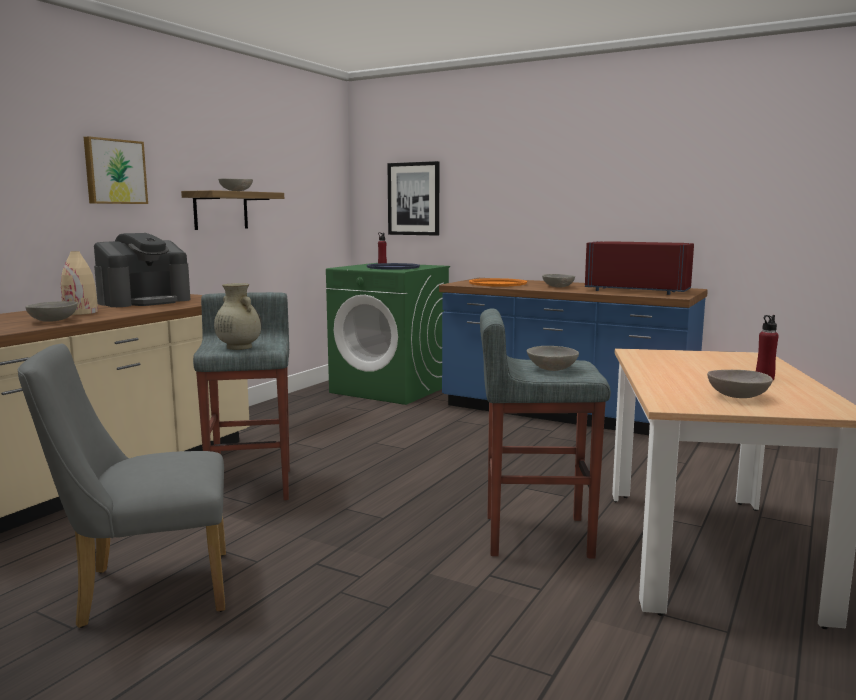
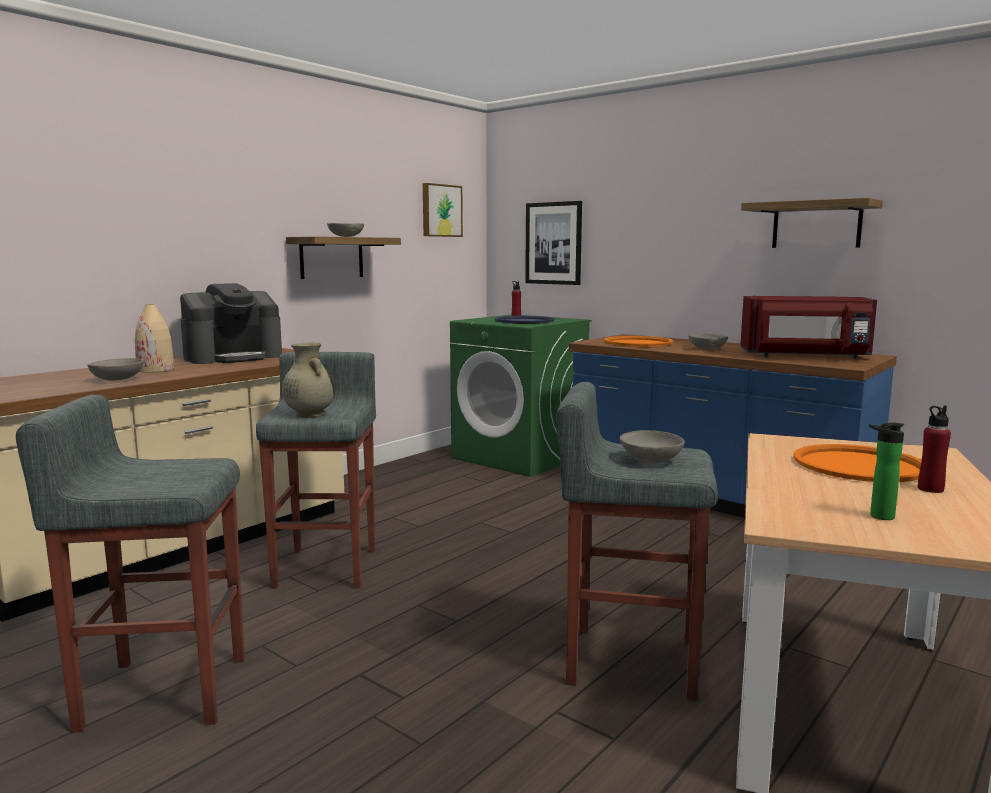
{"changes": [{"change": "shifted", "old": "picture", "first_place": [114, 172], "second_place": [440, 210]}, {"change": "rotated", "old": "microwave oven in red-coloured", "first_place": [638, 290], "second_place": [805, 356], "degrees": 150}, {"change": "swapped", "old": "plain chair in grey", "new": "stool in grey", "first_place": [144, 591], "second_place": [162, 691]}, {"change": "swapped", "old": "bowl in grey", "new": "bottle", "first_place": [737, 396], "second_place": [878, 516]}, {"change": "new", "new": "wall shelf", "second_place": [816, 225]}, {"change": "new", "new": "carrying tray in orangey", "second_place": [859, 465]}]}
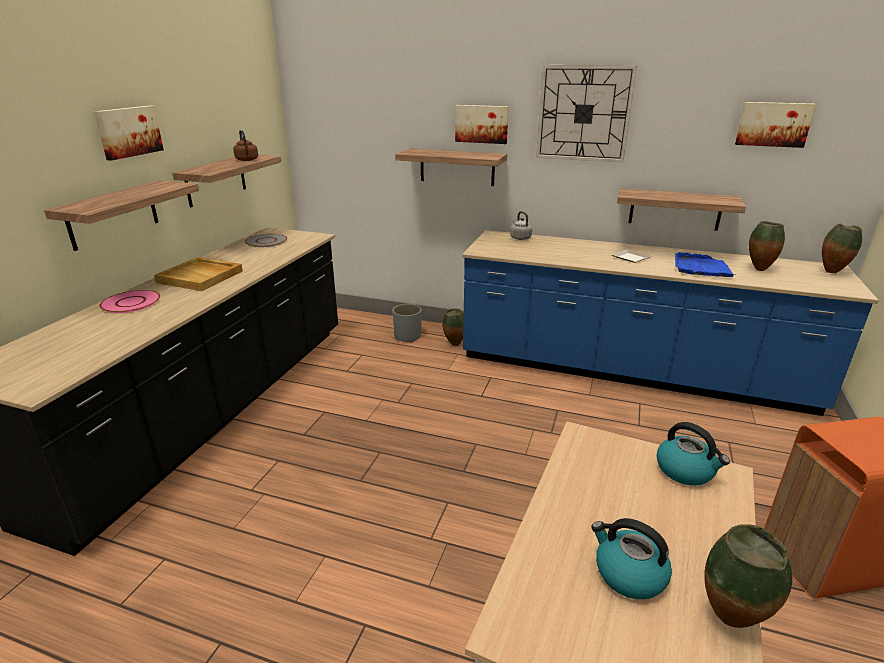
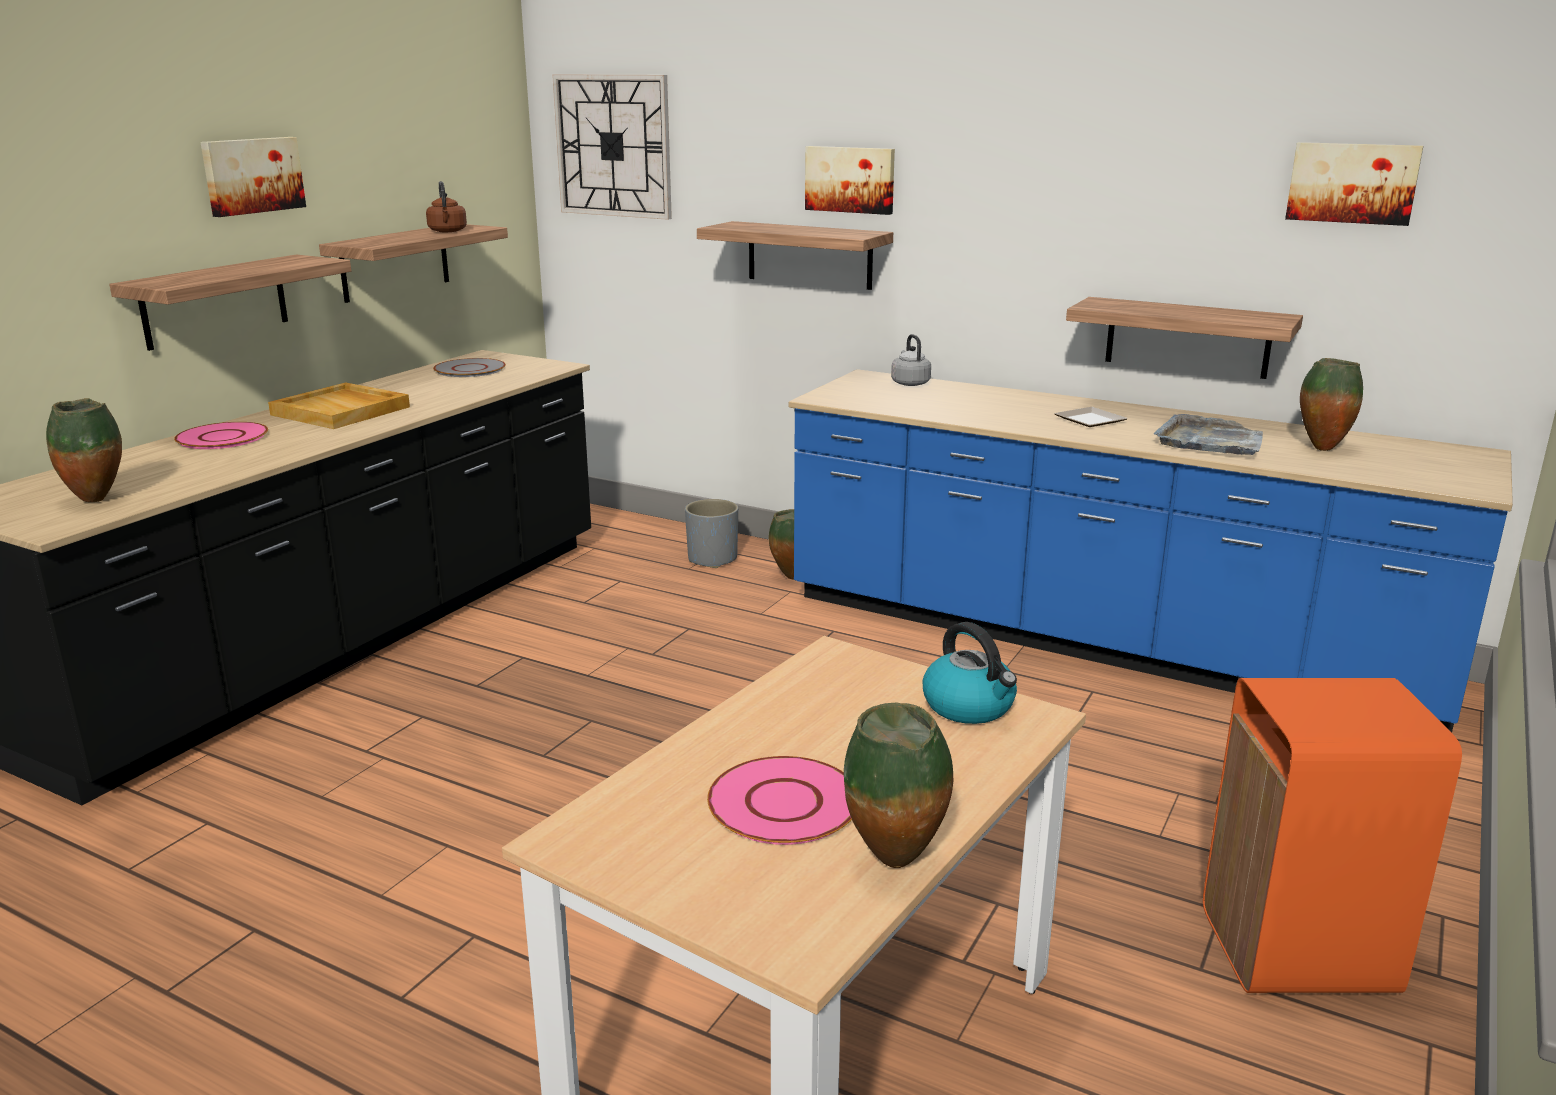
{"changes": [{"change": "shifted", "old": "hanging clock", "first_place": [583, 113], "second_place": [613, 146]}, {"change": "shifted", "old": "flower vase", "first_place": [832, 272], "second_place": [98, 500]}, {"change": "repainted", "old": "carrying tray in blue-coloured", "new": "carrying tray in grey", "first_place": [701, 268], "second_place": [1210, 441]}, {"change": "swapped", "old": "kettle", "new": "dinner plate in pink", "first_place": [628, 574], "second_place": [784, 804]}]}
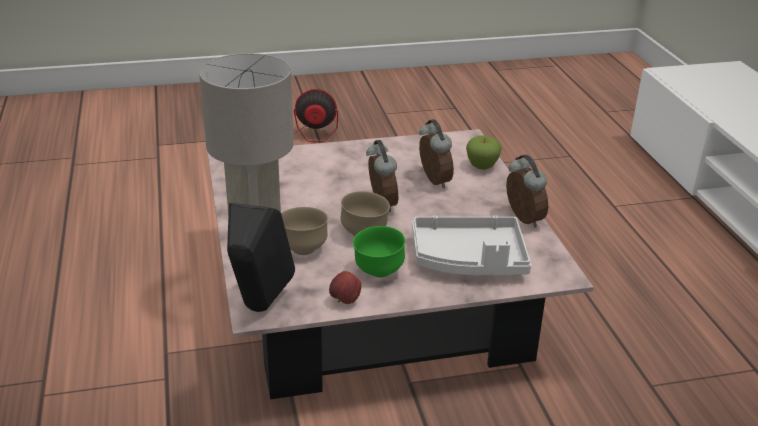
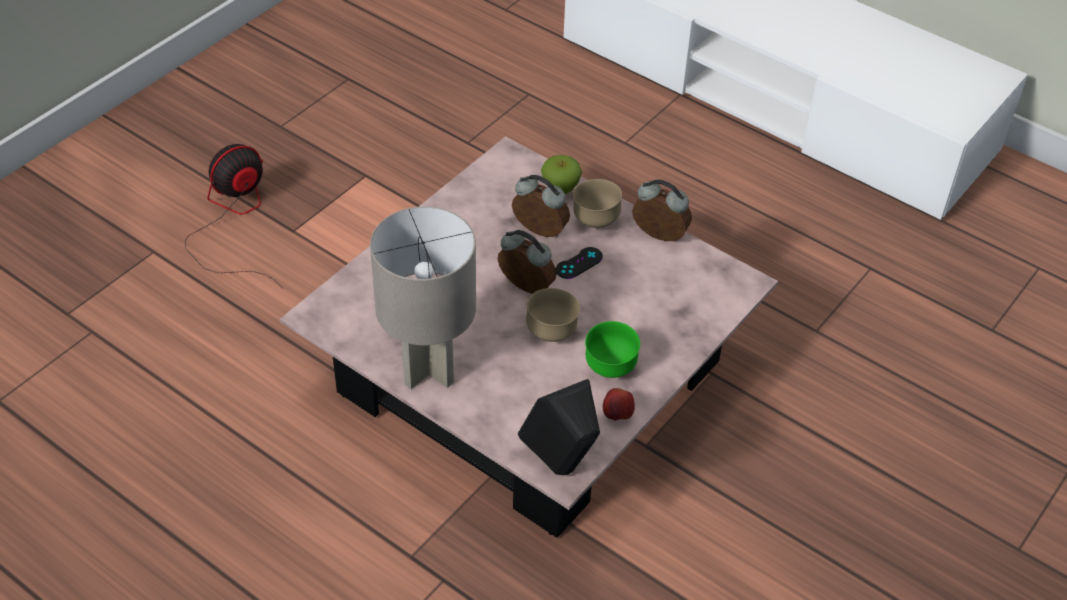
{"changes": [{"change": "shifted", "old": "bowl in brown", "first_place": [303, 249], "second_place": [595, 221]}, {"change": "gone", "old": "carrying tray in grey", "first_place": [469, 260]}, {"change": "new", "new": "gamepad in blackish", "second_place": [579, 263]}]}
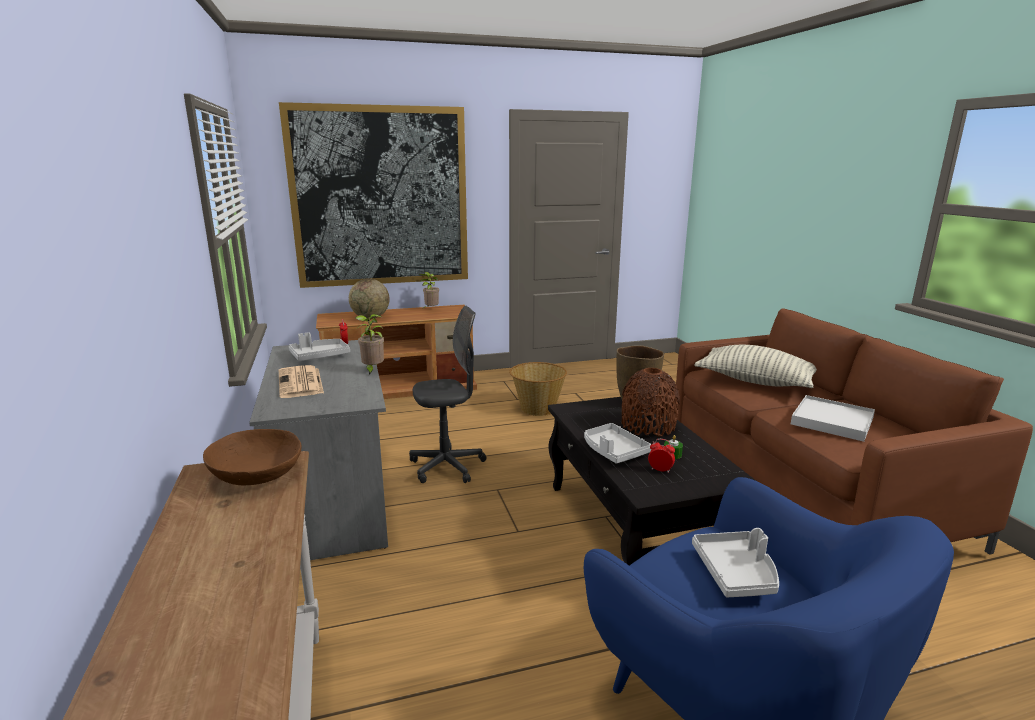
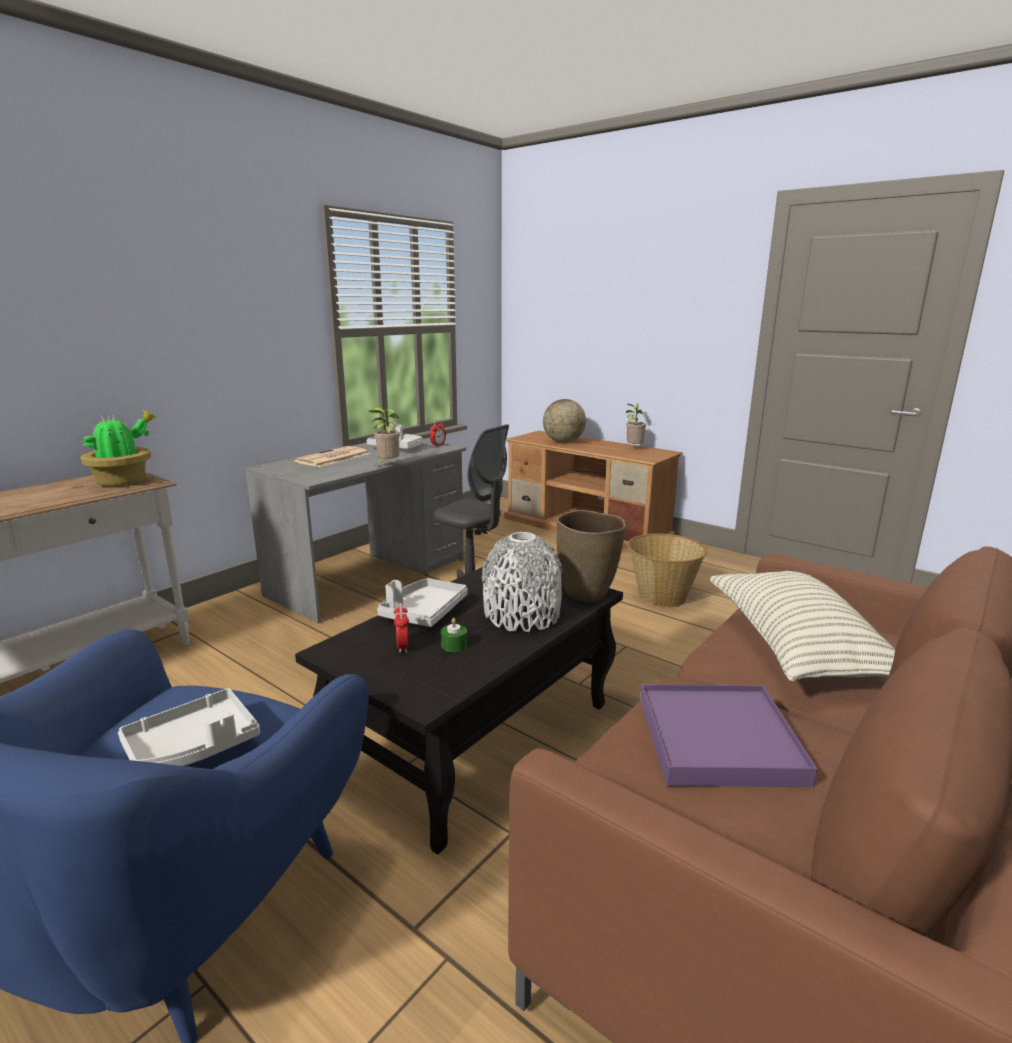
{"changes": [{"change": "gone", "old": "picture", "first_place": [380, 197]}, {"change": "repainted", "old": "flower vase in brown", "new": "flower vase in grey", "first_place": [648, 426], "second_place": [522, 615]}, {"change": "repainted", "old": "carrying tray in white-coloured", "new": "carrying tray in purple-coloured", "first_place": [831, 421], "second_place": [717, 739]}, {"change": "swapped", "old": "bowl in brown", "new": "houseplant", "first_place": [257, 474], "second_place": [124, 481]}]}
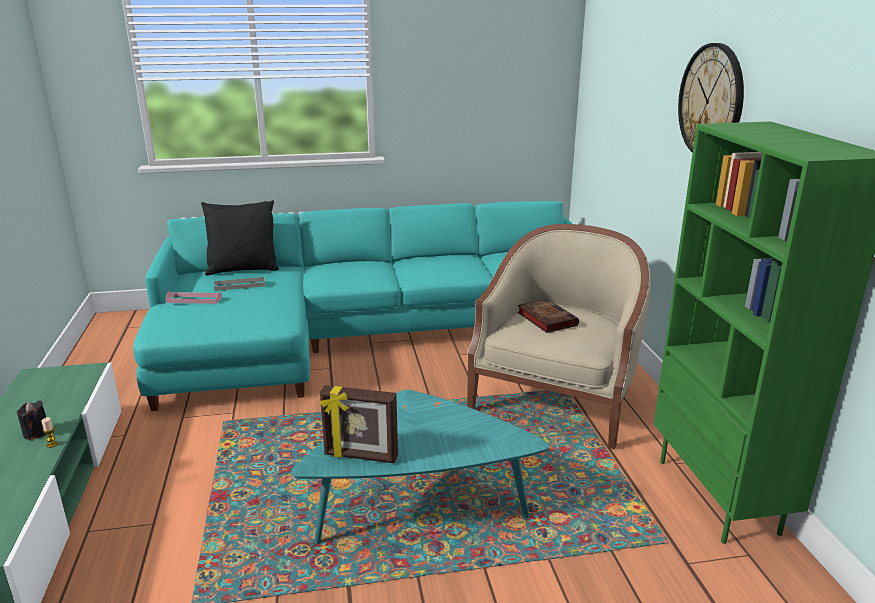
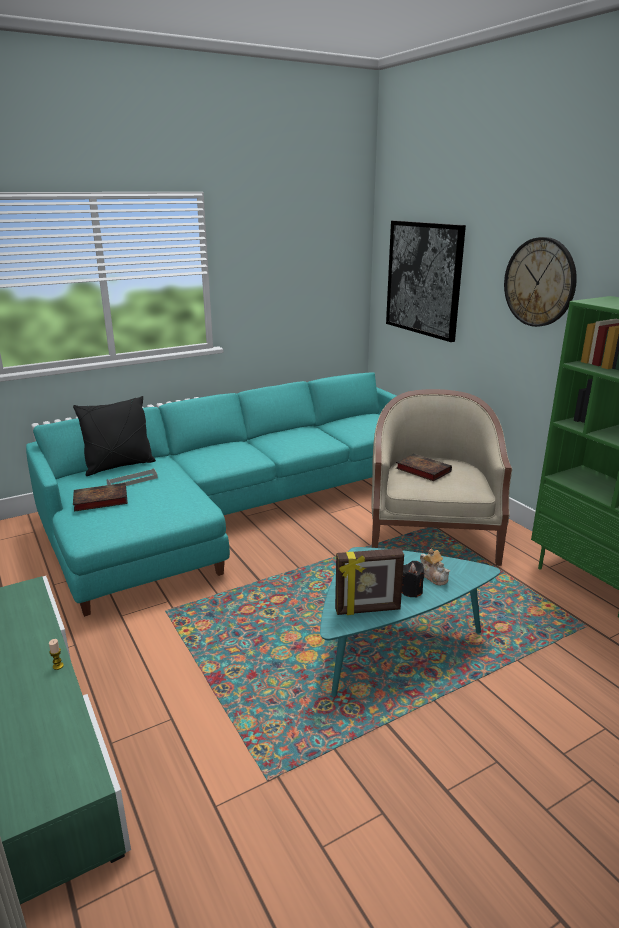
{"changes": [{"change": "swapped", "old": "carrying tray in pink", "new": "book", "first_place": [194, 300], "second_place": [99, 501]}, {"change": "shifted", "old": "wax candle in blackish", "first_place": [36, 433], "second_place": [411, 591]}, {"change": "new", "new": "picture", "second_place": [424, 279]}, {"change": "new", "new": "teapot", "second_place": [434, 577]}]}
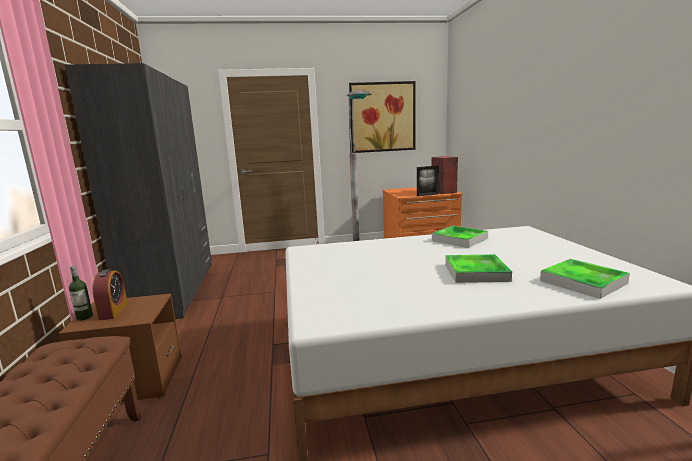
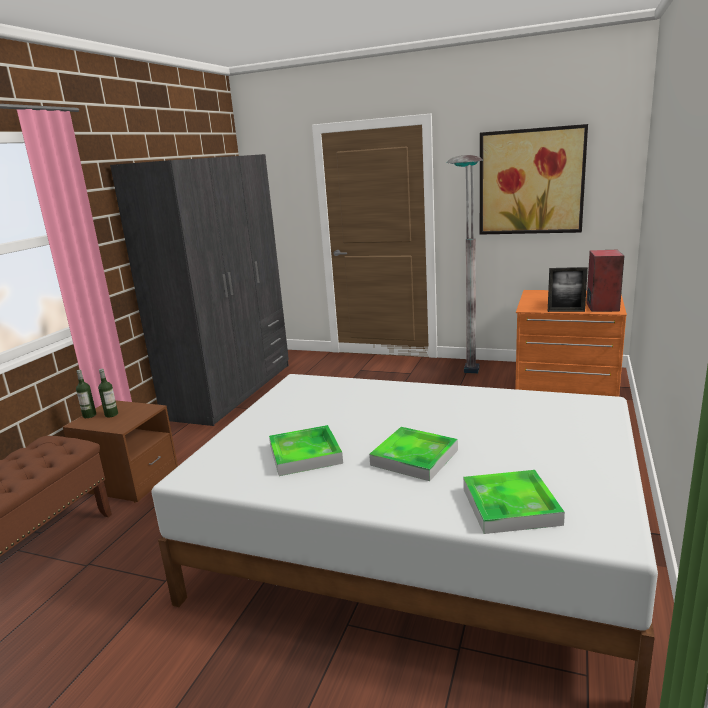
{"changes": [{"change": "shifted", "old": "carrying tray", "first_place": [459, 239], "second_place": [305, 454]}, {"change": "swapped", "old": "alarm clock", "new": "bottle", "first_place": [113, 311], "second_place": [111, 414]}]}
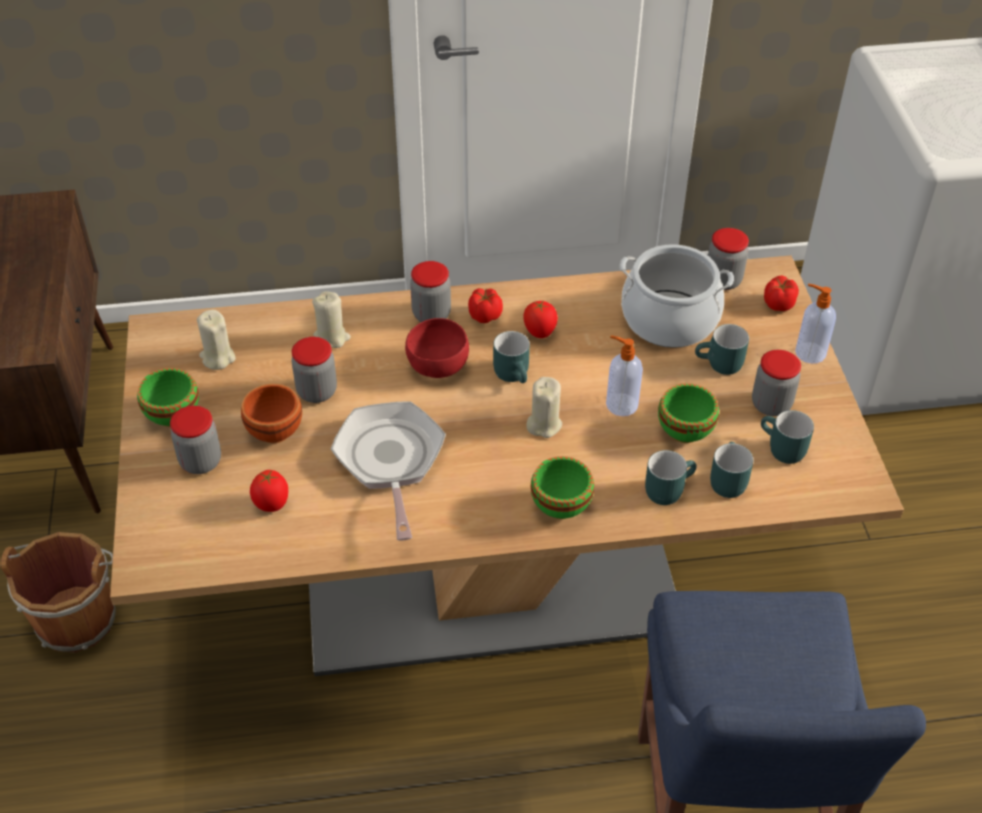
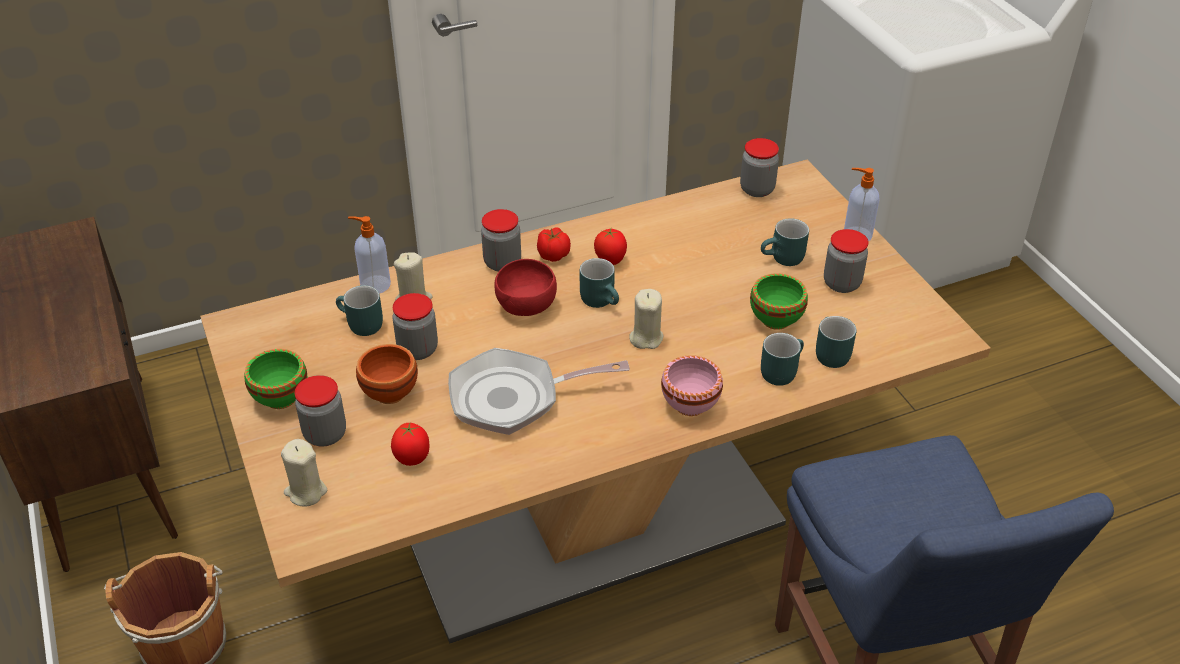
{"changes": [{"change": "gone", "old": "cooking pot", "first_place": [669, 319]}, {"change": "gone", "old": "tomato", "first_place": [778, 304]}, {"change": "shifted", "old": "wax candle in beige", "first_place": [217, 358], "second_place": [306, 492]}, {"change": "shifted", "old": "soap bottle", "first_place": [620, 404], "second_place": [374, 285]}, {"change": "rotated", "old": "frying pan", "first_place": [390, 461], "second_place": [514, 398], "degrees": -75}, {"change": "shifted", "old": "mug in turquoise", "first_place": [780, 450], "second_place": [359, 326]}, {"change": "repainted", "old": "bowl in greenish", "new": "bowl in pink", "first_place": [559, 507], "second_place": [689, 406]}]}
